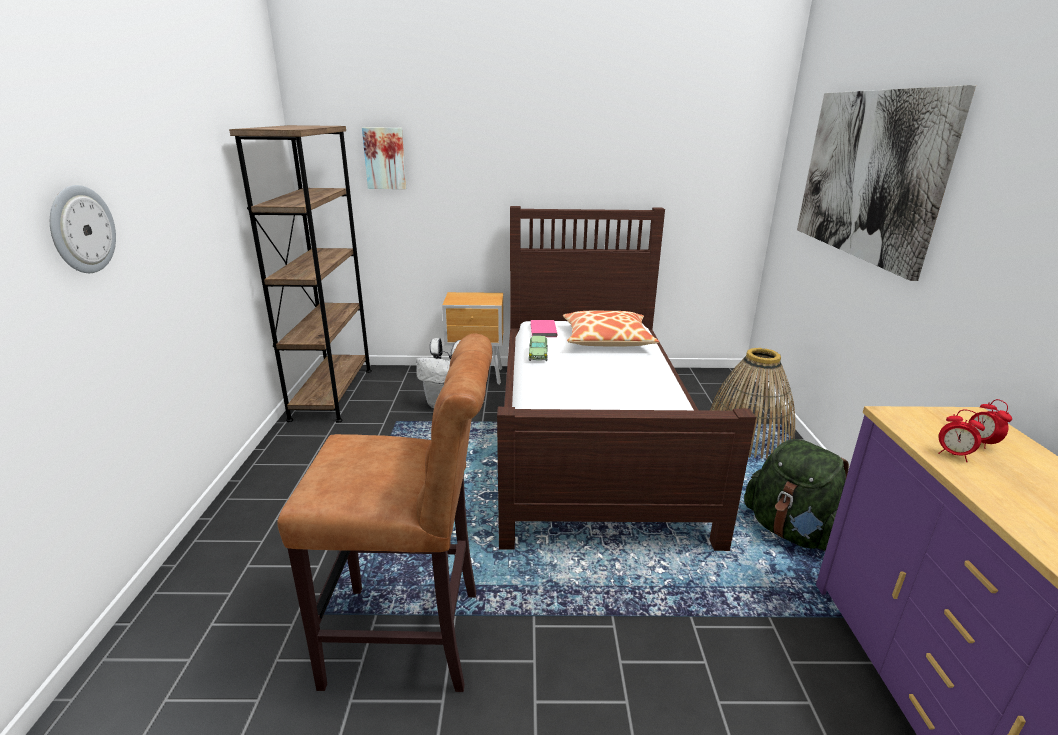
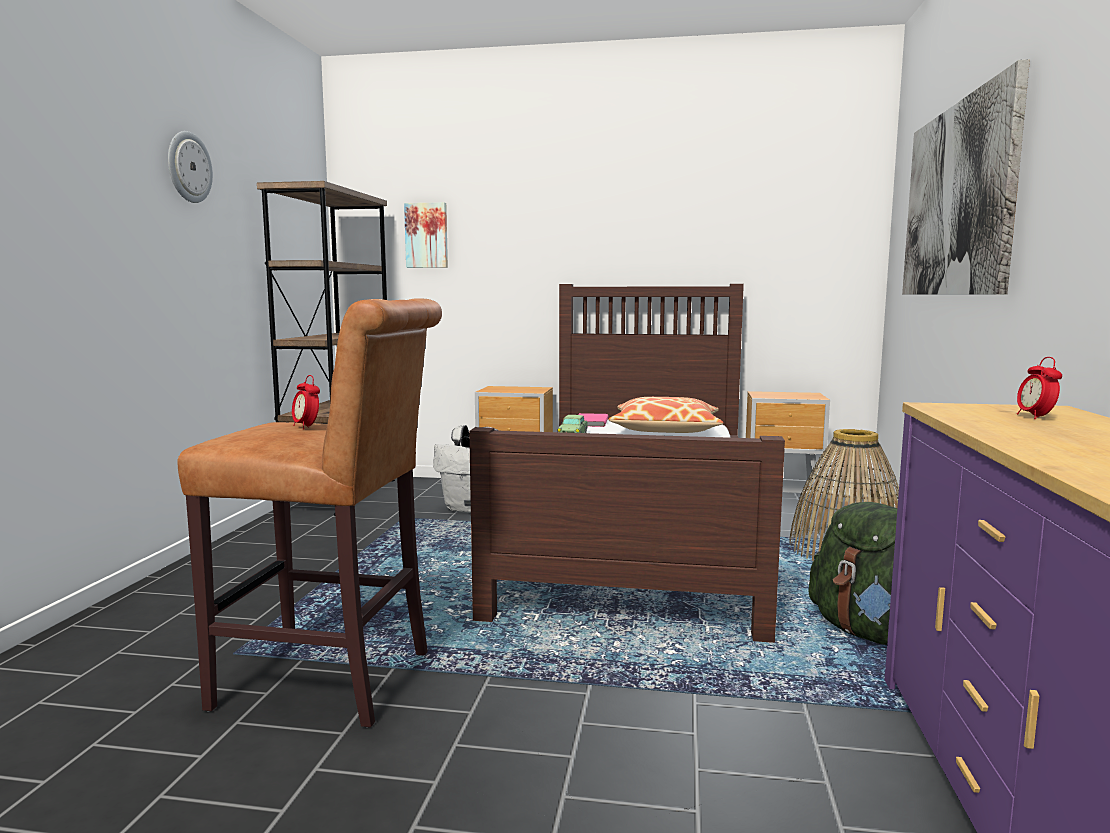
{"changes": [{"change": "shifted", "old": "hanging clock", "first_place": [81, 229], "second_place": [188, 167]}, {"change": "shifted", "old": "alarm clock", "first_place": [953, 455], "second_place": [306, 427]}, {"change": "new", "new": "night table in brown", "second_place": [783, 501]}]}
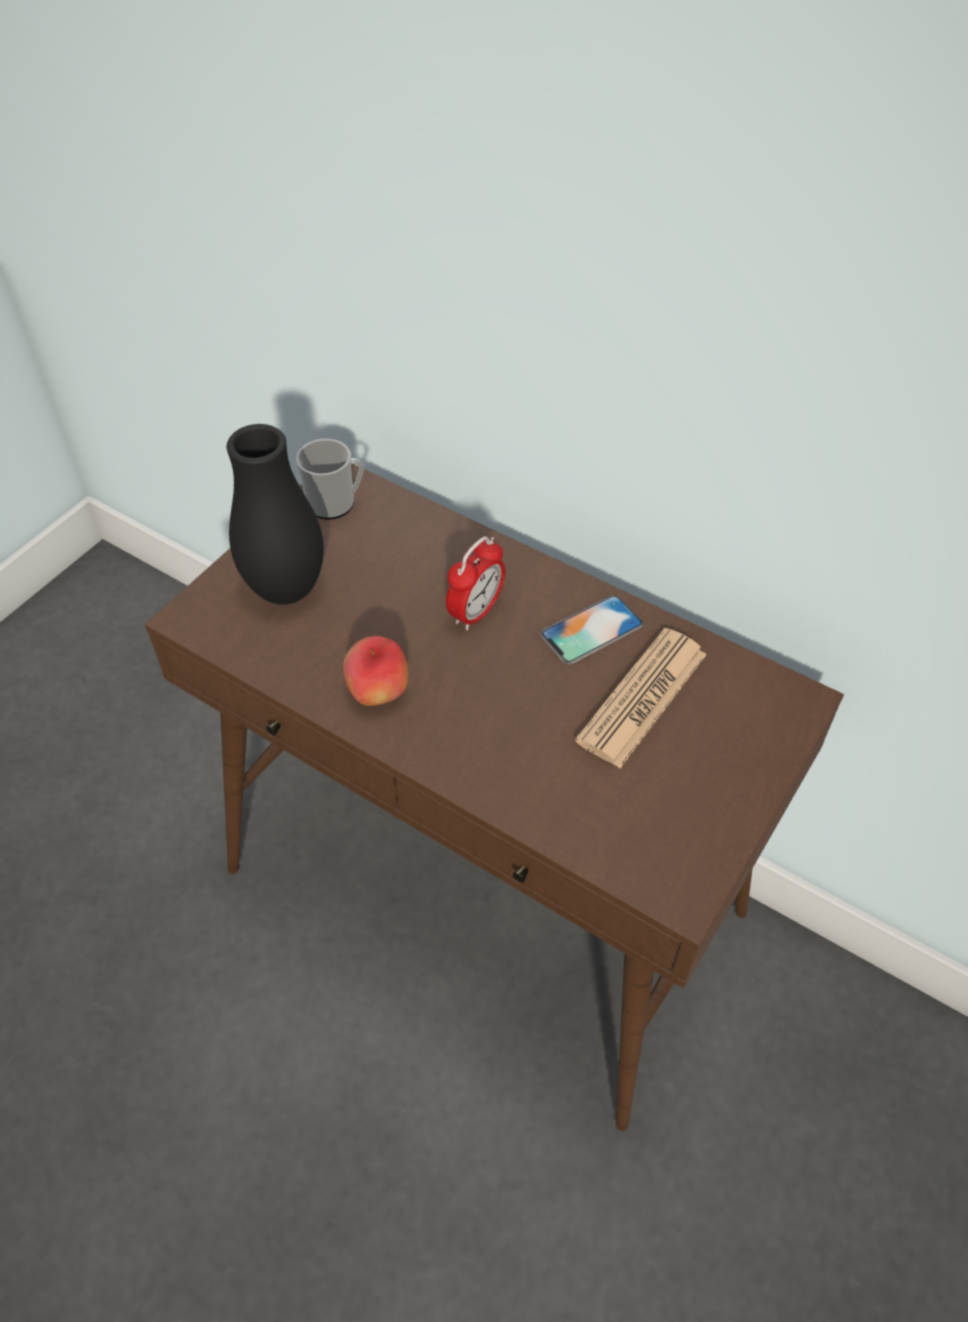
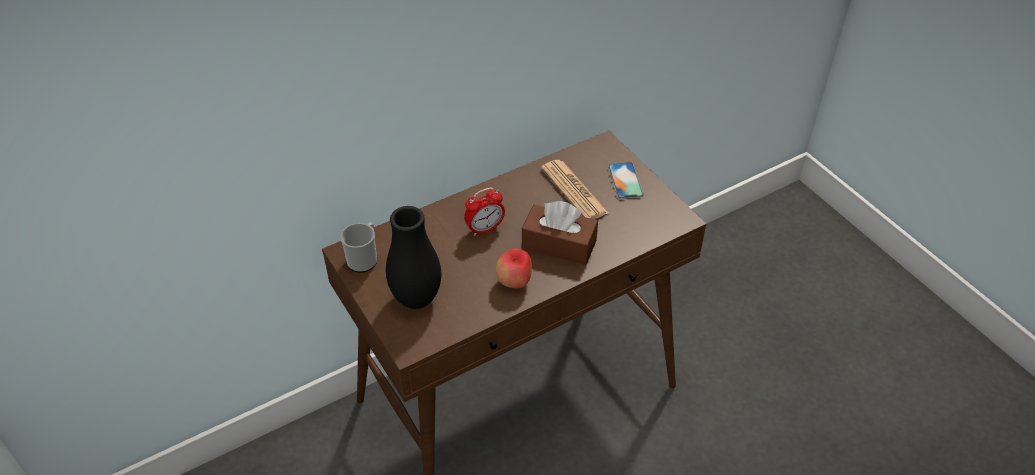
{"changes": [{"change": "rotated", "old": "alarm clock", "first_place": [476, 612], "second_place": [485, 229], "degrees": 90}, {"change": "shifted", "old": "handset", "first_place": [591, 629], "second_place": [625, 181]}, {"change": "new", "new": "box of tissues in brown", "second_place": [559, 244]}]}
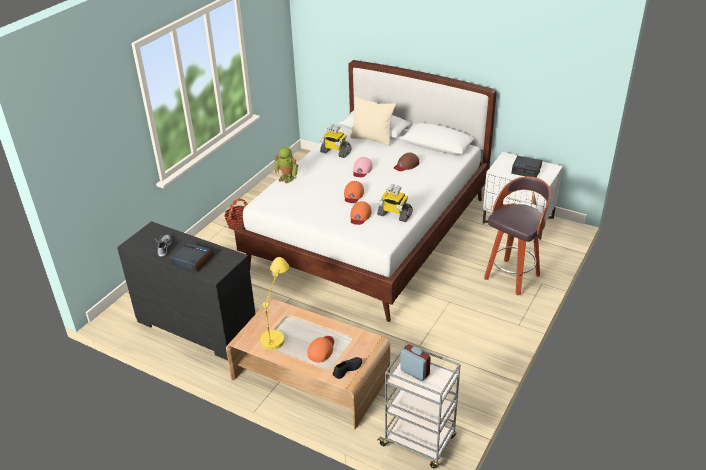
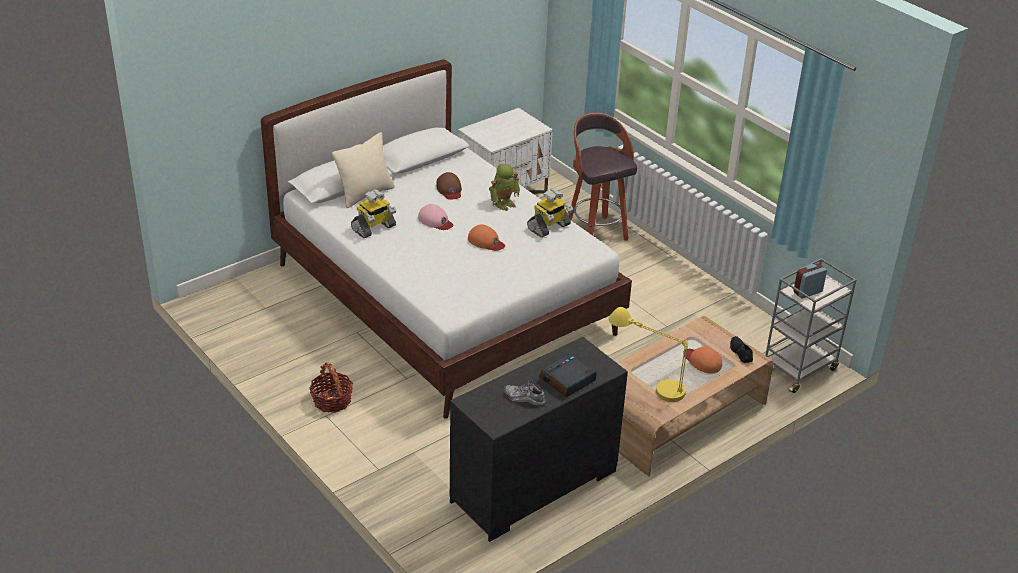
{"changes": [{"change": "shifted", "old": "model robot", "first_place": [287, 178], "second_place": [504, 203]}, {"change": "gone", "old": "alarm clock", "first_place": [526, 170]}, {"change": "gone", "old": "peaked cap in orangey", "first_place": [360, 215]}]}
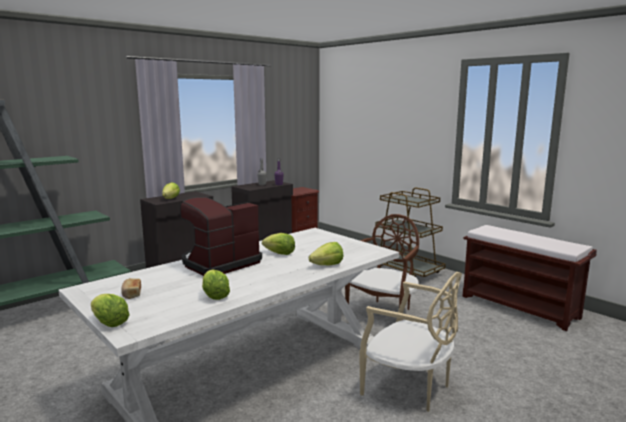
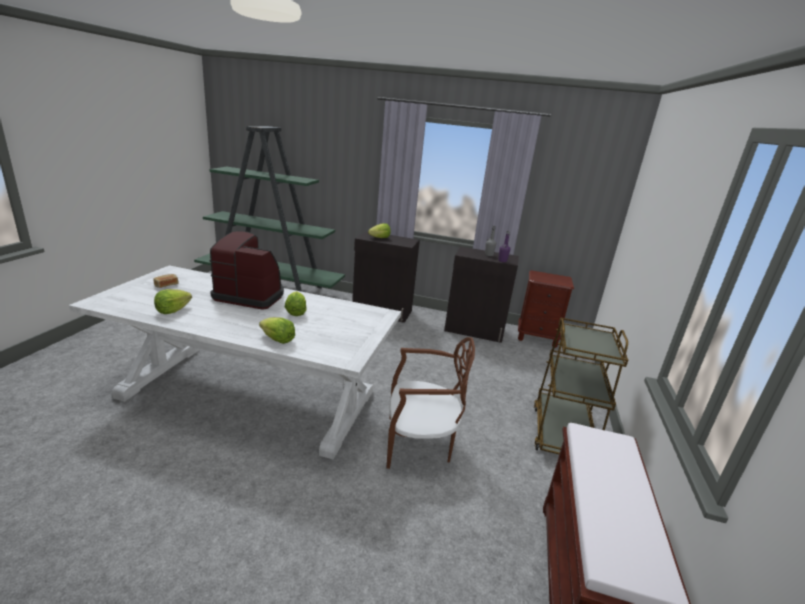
{"changes": [{"change": "gone", "old": "plain chair in beige", "first_place": [409, 387]}, {"change": "gone", "old": "lettuce", "first_place": [109, 323]}]}
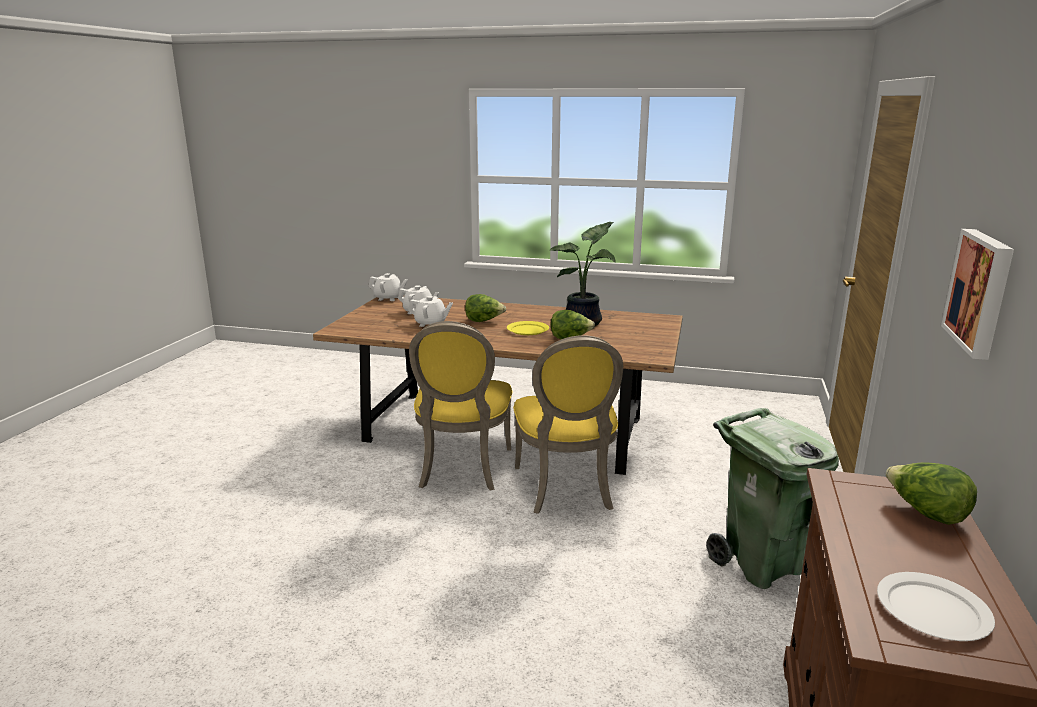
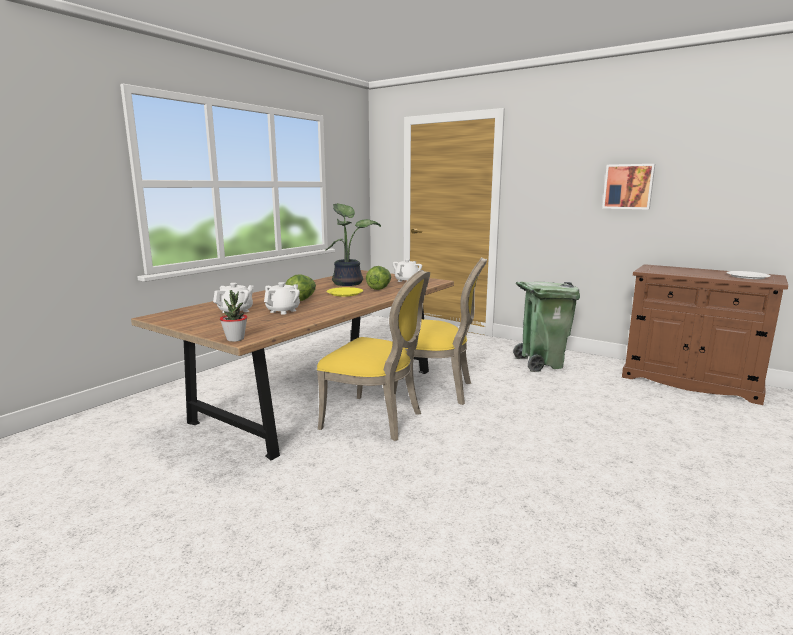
{"changes": [{"change": "shifted", "old": "teapot in white-coloured", "first_place": [389, 298], "second_place": [407, 281]}, {"change": "gone", "old": "lettuce", "first_place": [925, 513]}, {"change": "new", "new": "houseplant", "second_place": [235, 339]}]}
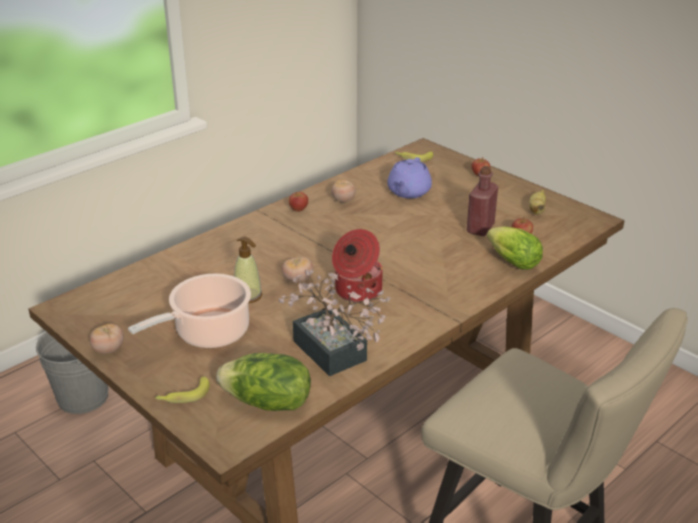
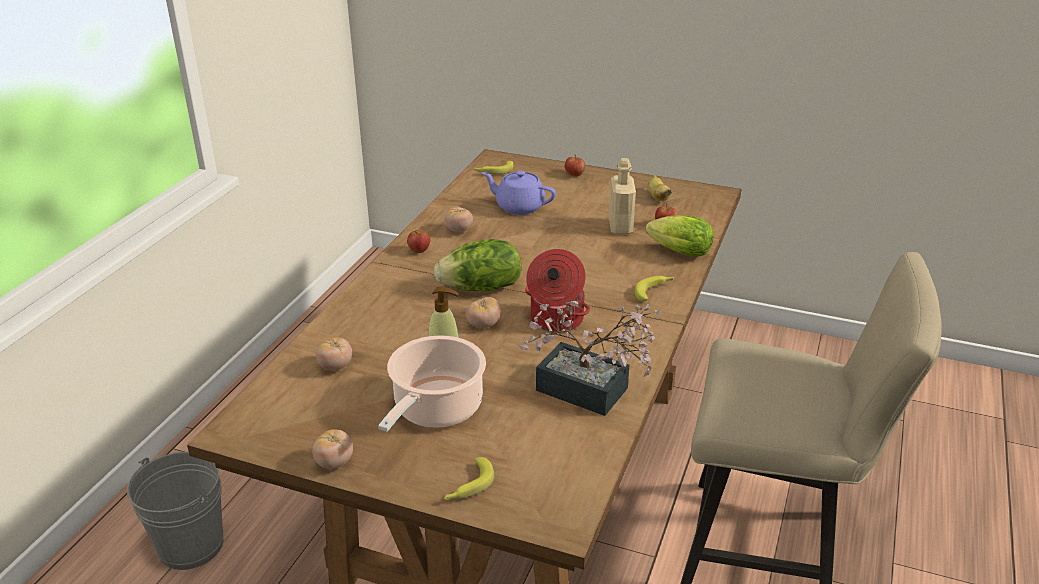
{"changes": [{"change": "rotated", "old": "teapot in purple-coloured", "first_place": [408, 192], "second_place": [519, 206], "degrees": 120}, {"change": "repainted", "old": "bottle in red-coloured", "new": "bottle in beige", "first_place": [480, 228], "second_place": [620, 227]}, {"change": "shifted", "old": "lettuce", "first_place": [267, 403], "second_place": [482, 288]}, {"change": "new", "new": "banana", "second_place": [654, 291]}, {"change": "new", "new": "tomato", "second_place": [335, 366]}]}
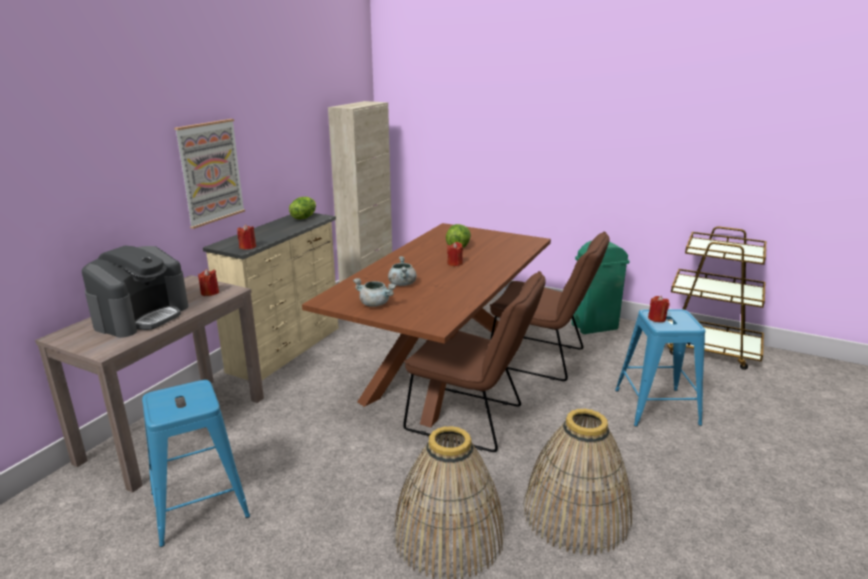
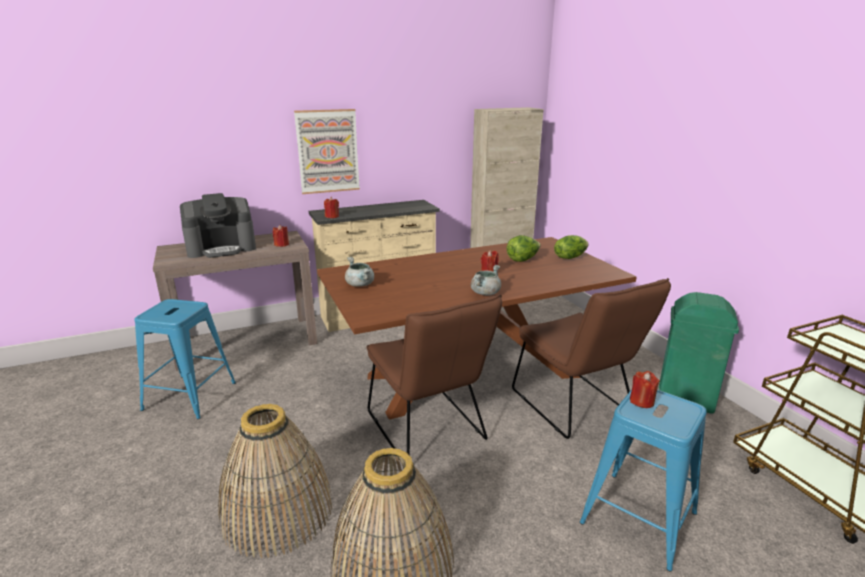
{"changes": [{"change": "shifted", "old": "lettuce", "first_place": [303, 217], "second_place": [569, 257]}, {"change": "shifted", "old": "cooking pot in grey", "first_place": [402, 284], "second_place": [485, 293]}]}
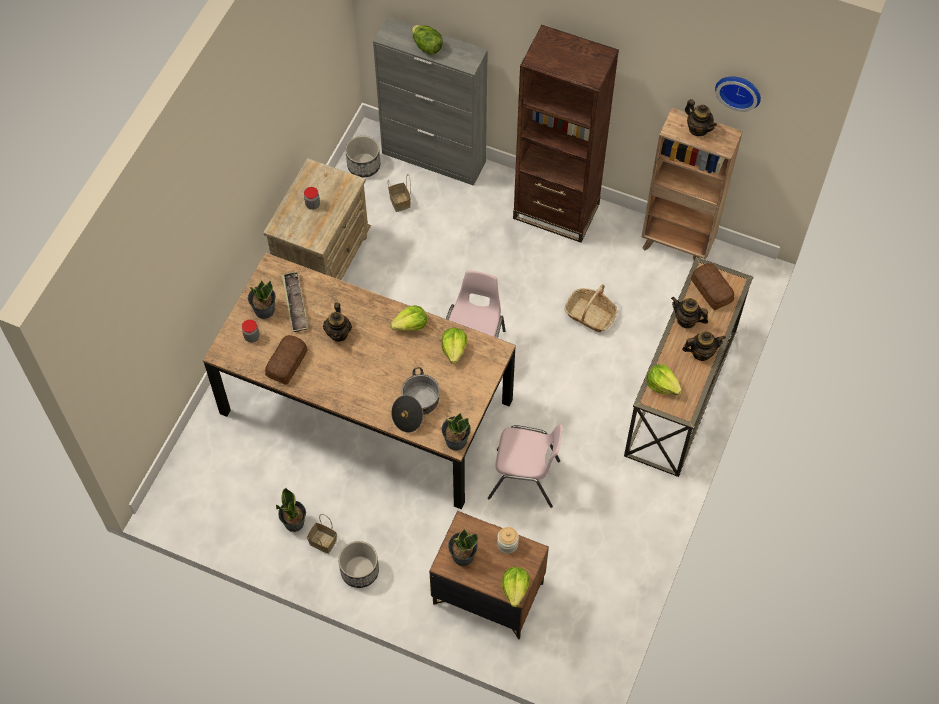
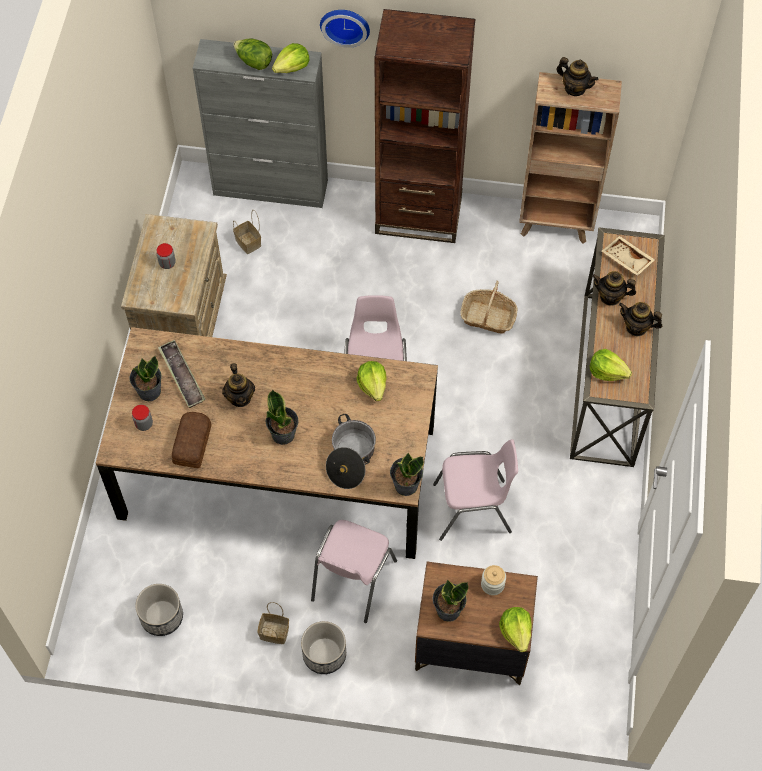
{"changes": [{"change": "shifted", "old": "hanging clock", "first_place": [739, 90], "second_place": [345, 24]}, {"change": "shifted", "old": "planter", "first_place": [363, 165], "second_place": [161, 617]}, {"change": "swapped", "old": "bakery bread", "new": "carrying tray in beige", "first_place": [711, 291], "second_place": [626, 260]}, {"change": "shifted", "old": "lettuce", "first_place": [410, 325], "second_place": [292, 67]}, {"change": "rotated", "old": "teapot", "first_place": [701, 352], "second_place": [636, 327], "degrees": -135}, {"change": "shifted", "old": "houseplant", "first_place": [294, 522], "second_place": [283, 434]}, {"change": "new", "new": "plain chair in pink", "second_place": [352, 581]}]}
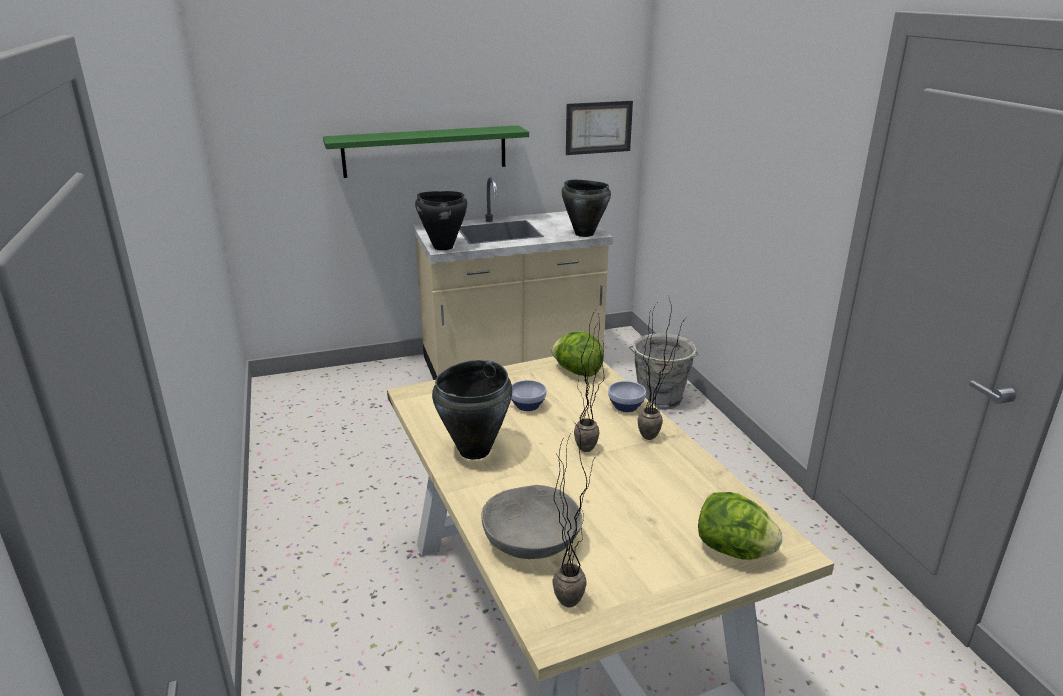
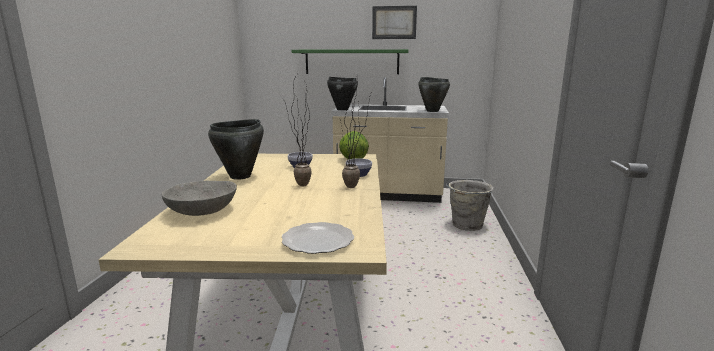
{"changes": [{"change": "shifted", "old": "picture", "first_place": [598, 127], "second_place": [394, 22]}, {"change": "gone", "old": "houseplant", "first_place": [572, 595]}, {"change": "swapped", "old": "lettuce", "new": "dinner plate", "first_place": [734, 551], "second_place": [318, 240]}]}
